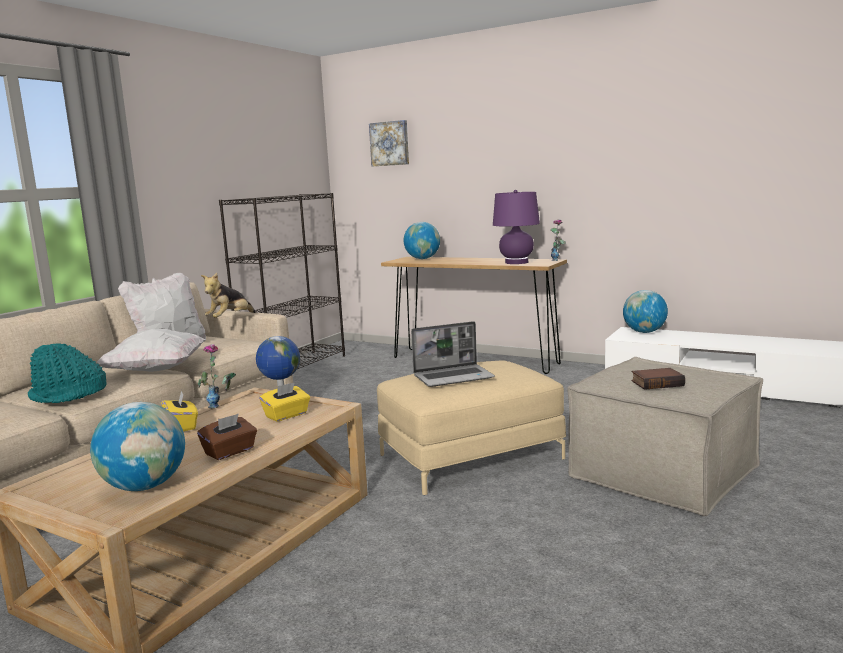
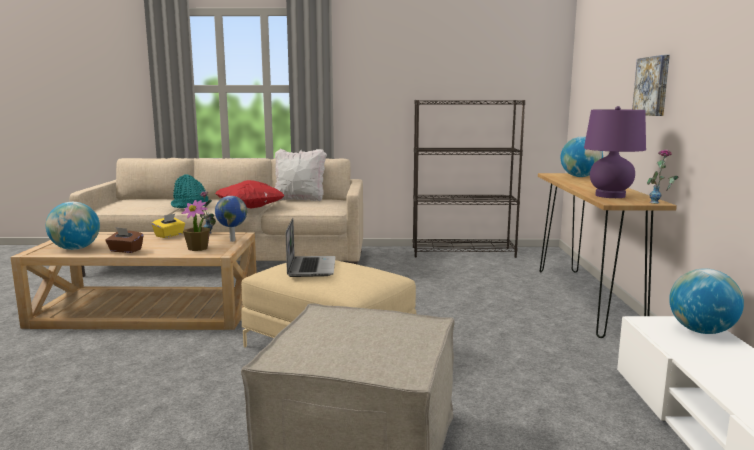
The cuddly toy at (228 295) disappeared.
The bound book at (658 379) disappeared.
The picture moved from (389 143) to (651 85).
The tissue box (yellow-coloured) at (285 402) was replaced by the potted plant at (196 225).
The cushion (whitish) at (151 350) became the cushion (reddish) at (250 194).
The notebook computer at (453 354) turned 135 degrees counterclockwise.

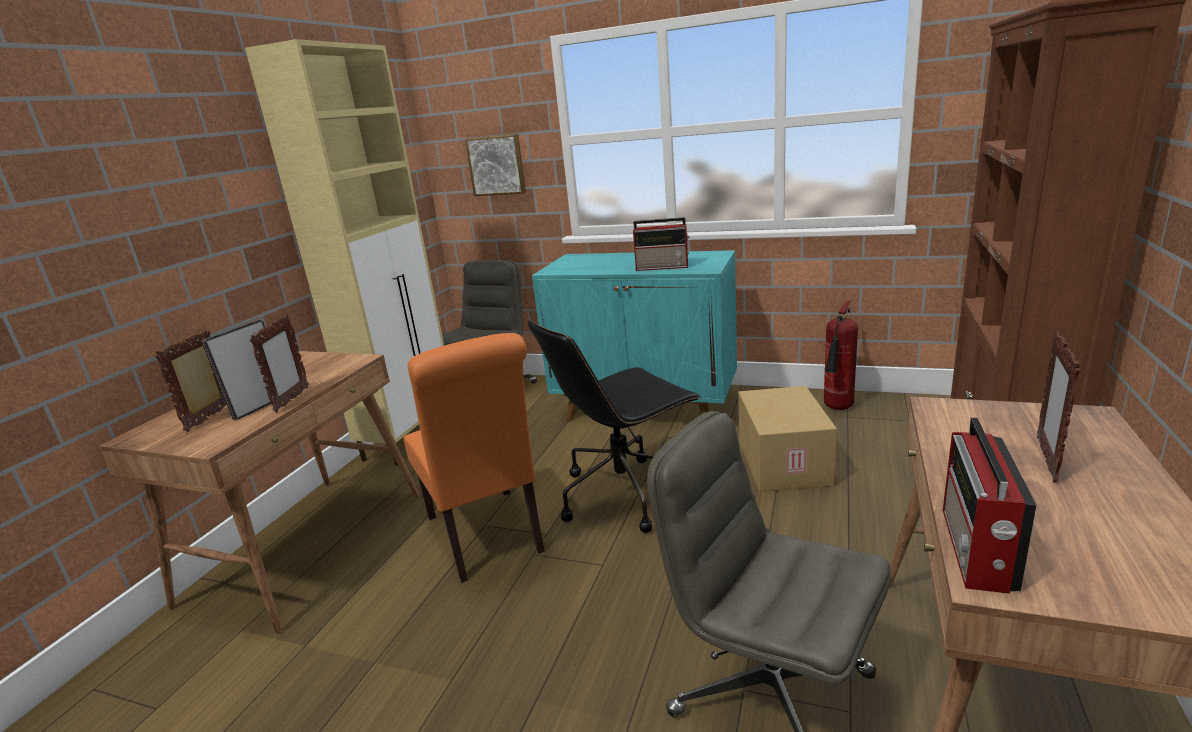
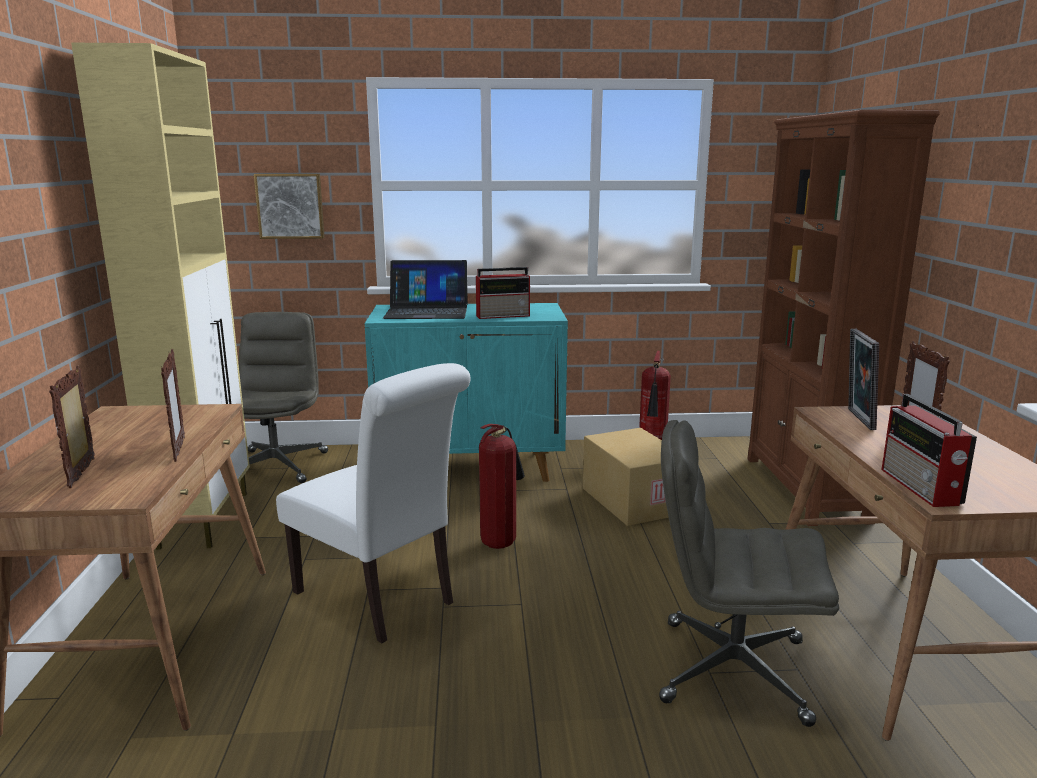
The notebook computer at (425 289) appeared.
The photo frame moved from (237 369) to (863 379).
The computer chair (black) at (614 426) was replaced by the fire-fighting cylinder at (502 486).
The plain chair (orange-coloured) at (474 458) became the plain chair (whitish) at (373 503).

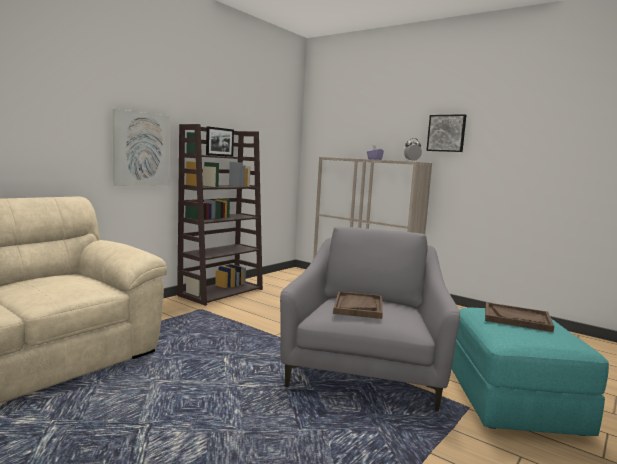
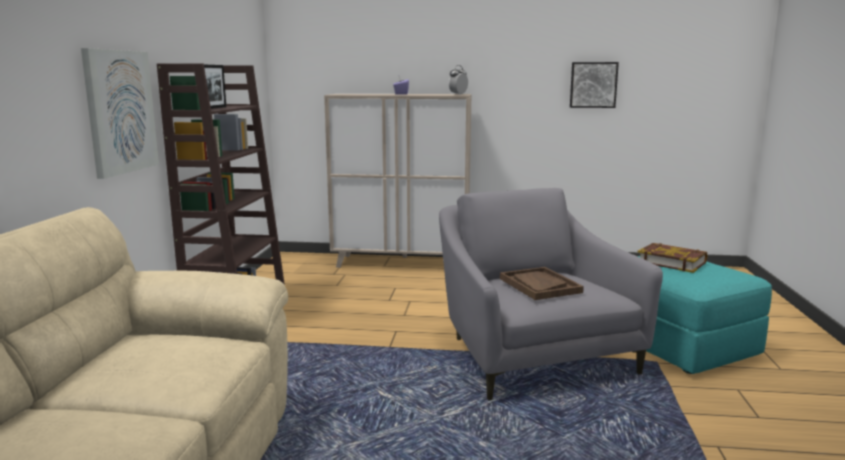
The picture moved from (446 133) to (594 85).
The serving tray (brown) at (519 317) was replaced by the bound book at (672 258).

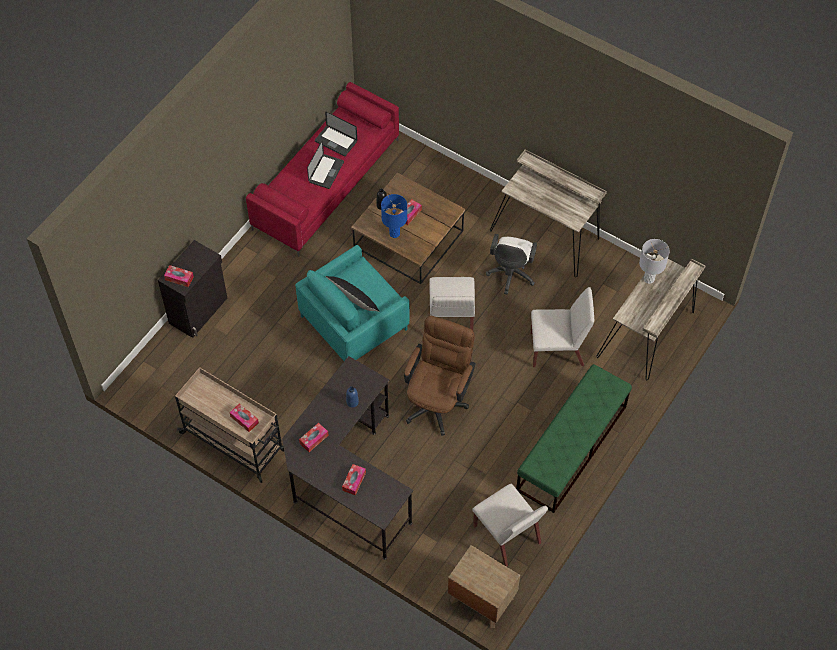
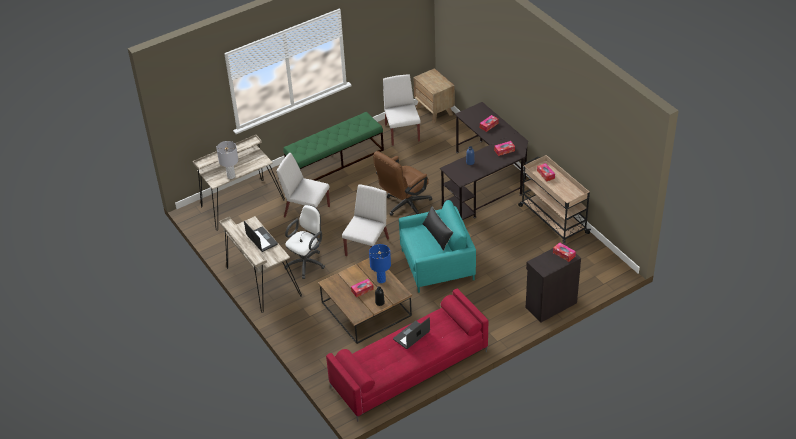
The notebook computer moved from (336 134) to (261 236).

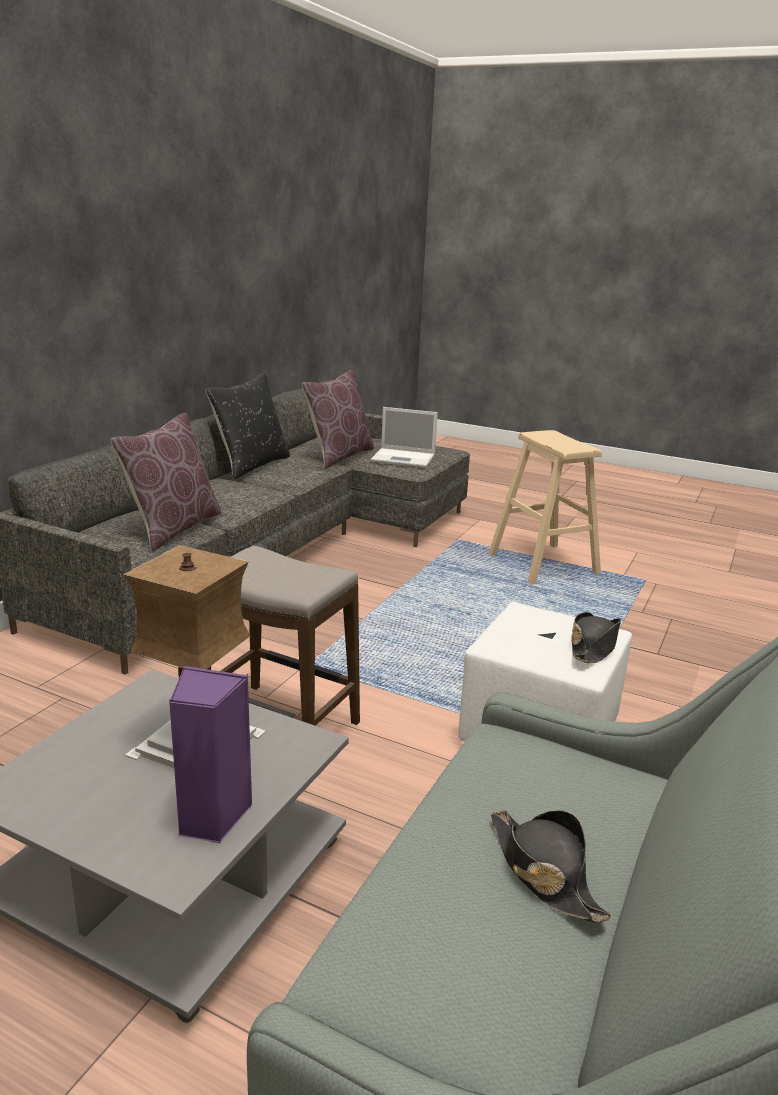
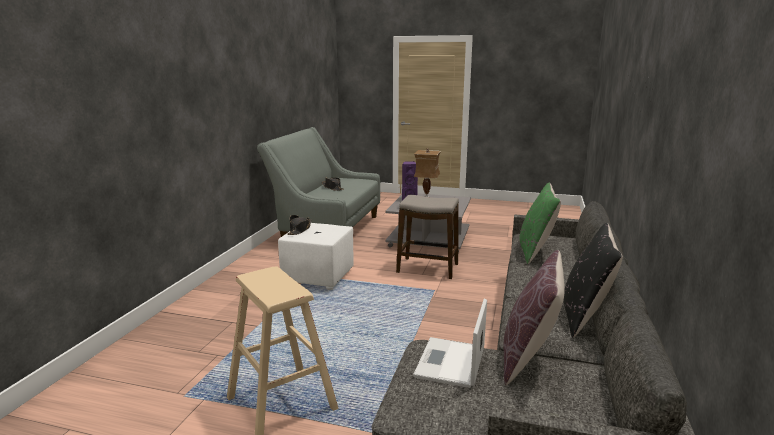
The cushion (brown) at (166 482) became the cushion (green) at (540 223).
The notebook computer at (404 437) turned 75 degrees counterclockwise.

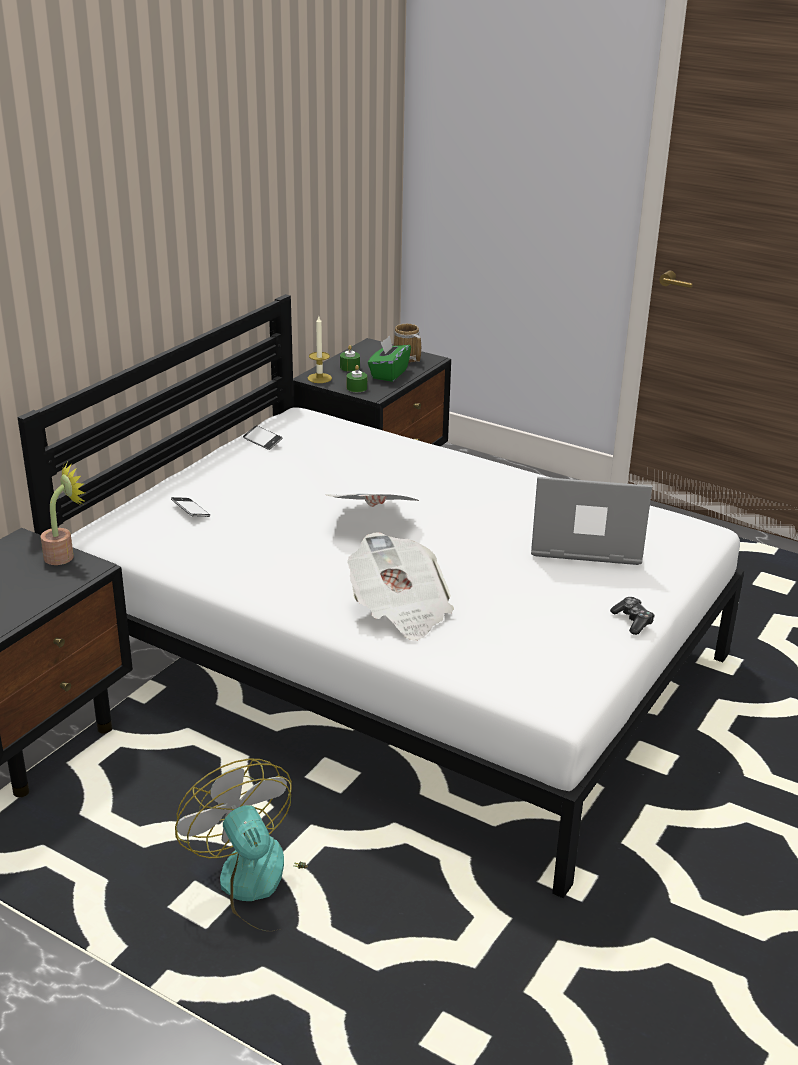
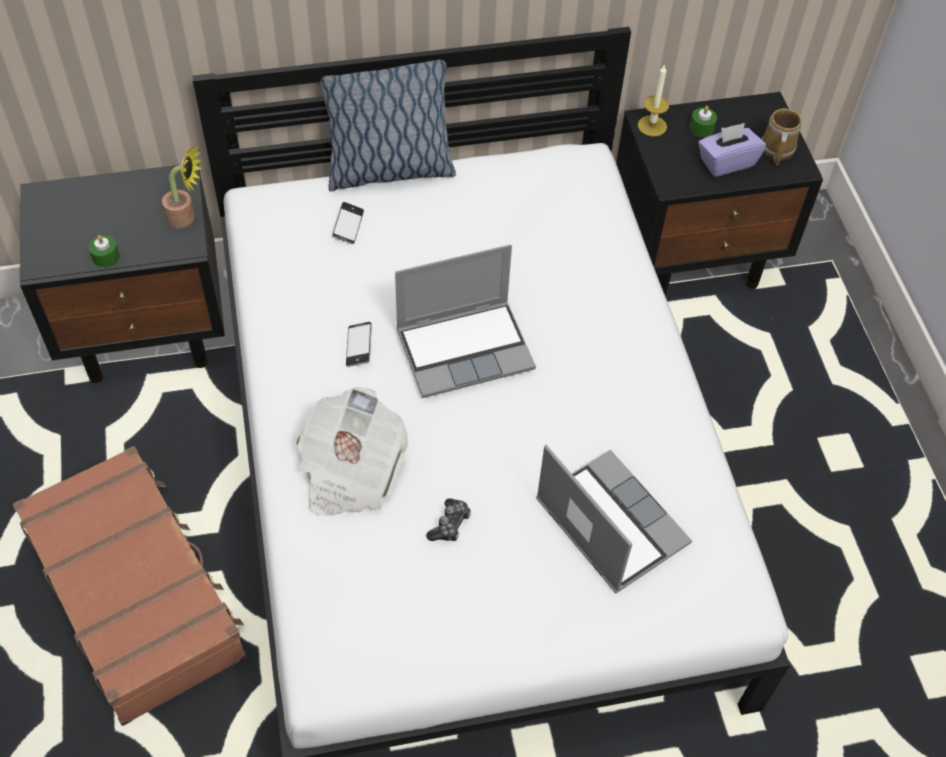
The cushion at (387 125) appeared.
The telephone moved from (262 438) to (359 344).
The wax light (green) moved from (357 378) to (104 251).
The gamepad moved from (632 616) to (448 519).
The fan at (241 845) was replaced by the piece of luggage (brown) at (129 586).
The daily paper at (373 500) was replaced by the notebook computer at (465 321).
The tissue box (green) at (389 359) became the tissue box (purplish) at (732 150).

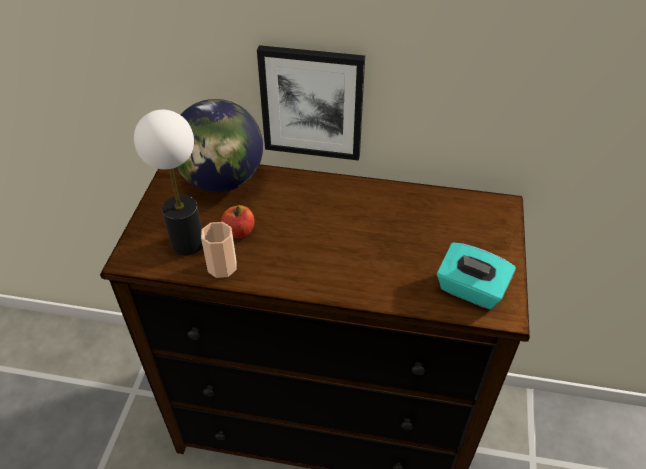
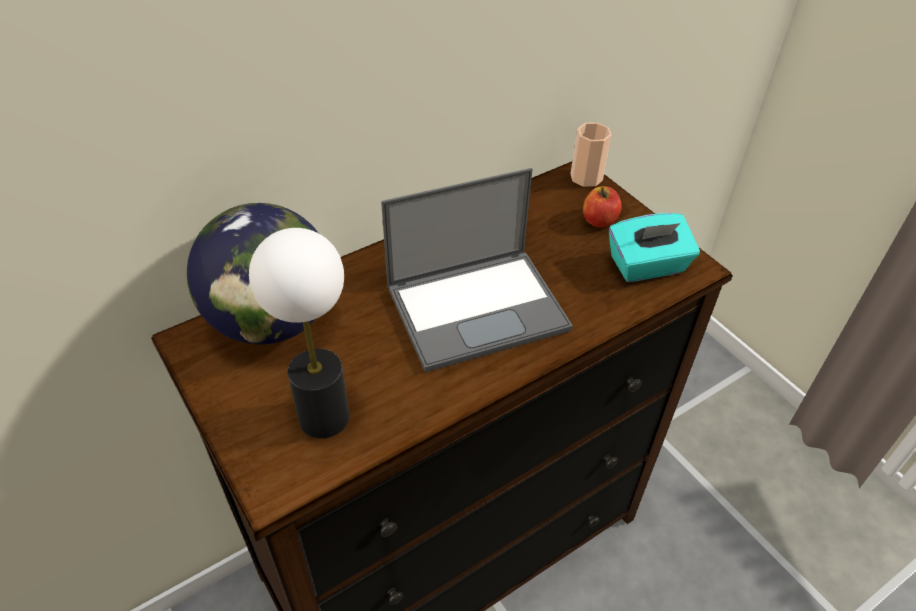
The picture at (311 103) disappeared.
The notebook computer at (477 270) appeared.
The drinking cup moved from (219 250) to (591 154).
The apple moved from (238 221) to (602 207).

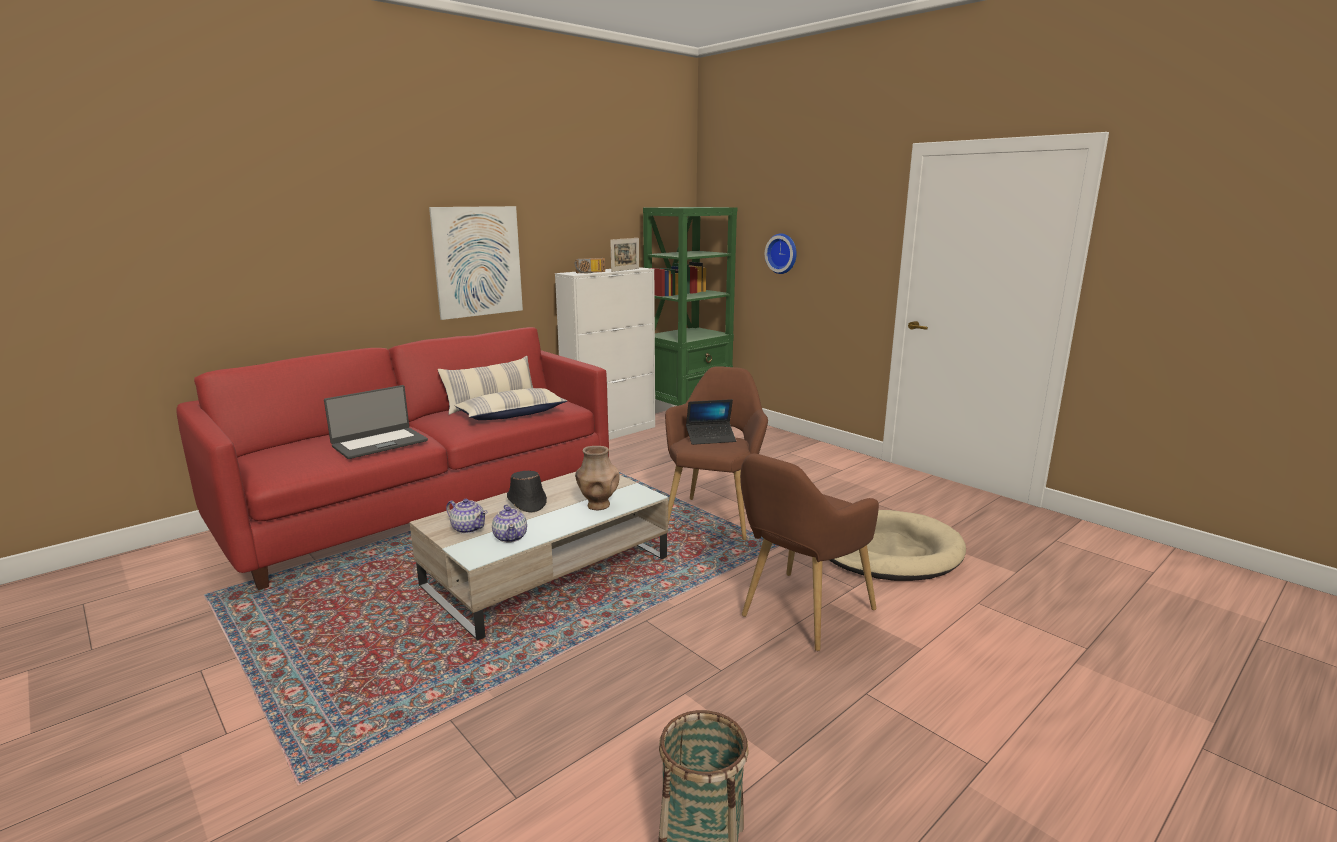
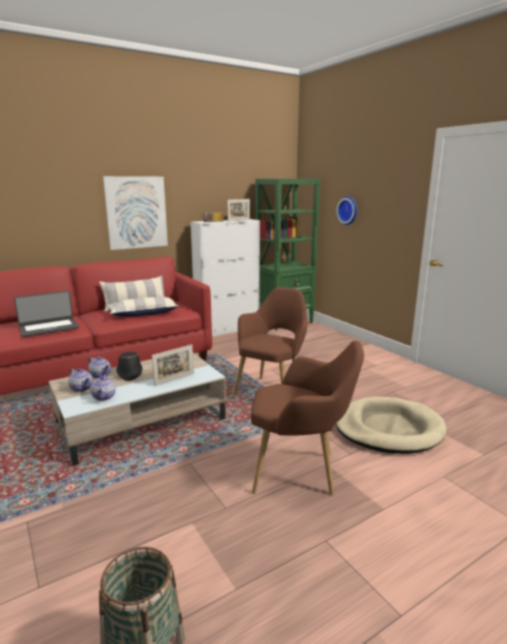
The notebook computer at (711 422) disappeared.
The pot for tea at (99 367) appeared.
The decorative vase (brown) at (597 478) was replaced by the photo frame at (173 365).
The armchair (brown) at (809 552) turned 135 degrees counterclockwise.

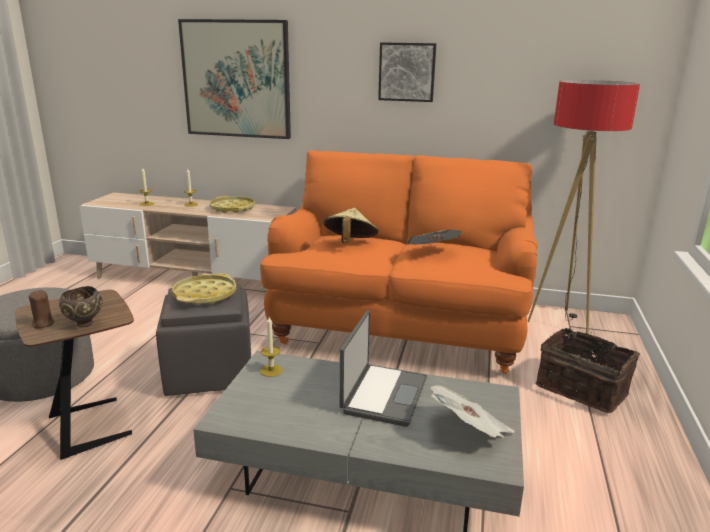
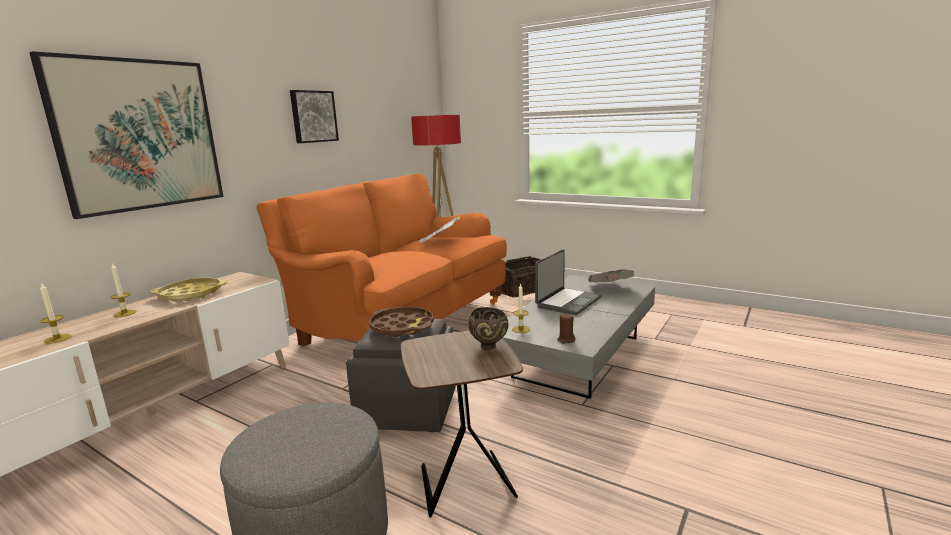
The hat (beige-coloured) at (351 225) disappeared.
The wax light (brown) moved from (41 309) to (566 328).
The serving tray (yellow-coloured) at (204 289) became the serving tray (brown) at (401 322).
The notebook computer at (383 369) turned 90 degrees clockwise.

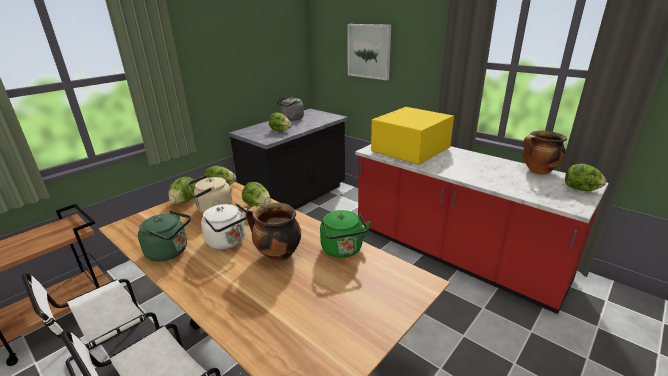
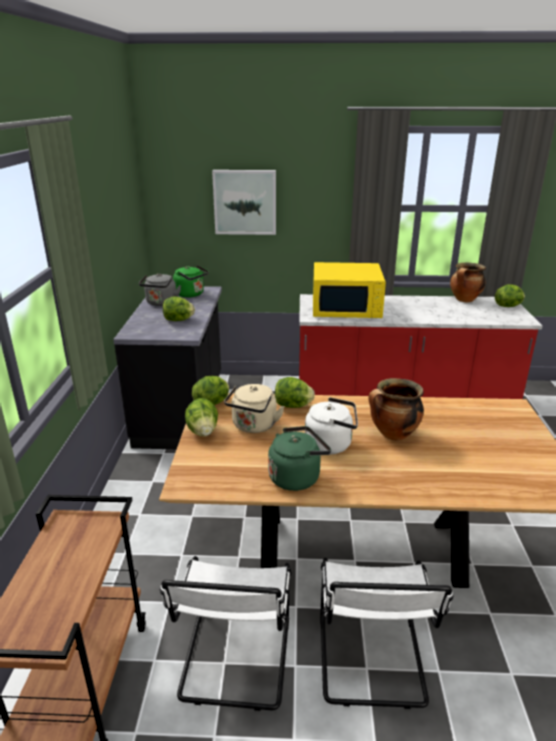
The water kettle (green) moved from (345 234) to (191 281).
The kitchen microwave (yellow-coloured) at (412 136) turned 90 degrees counterclockwise.

